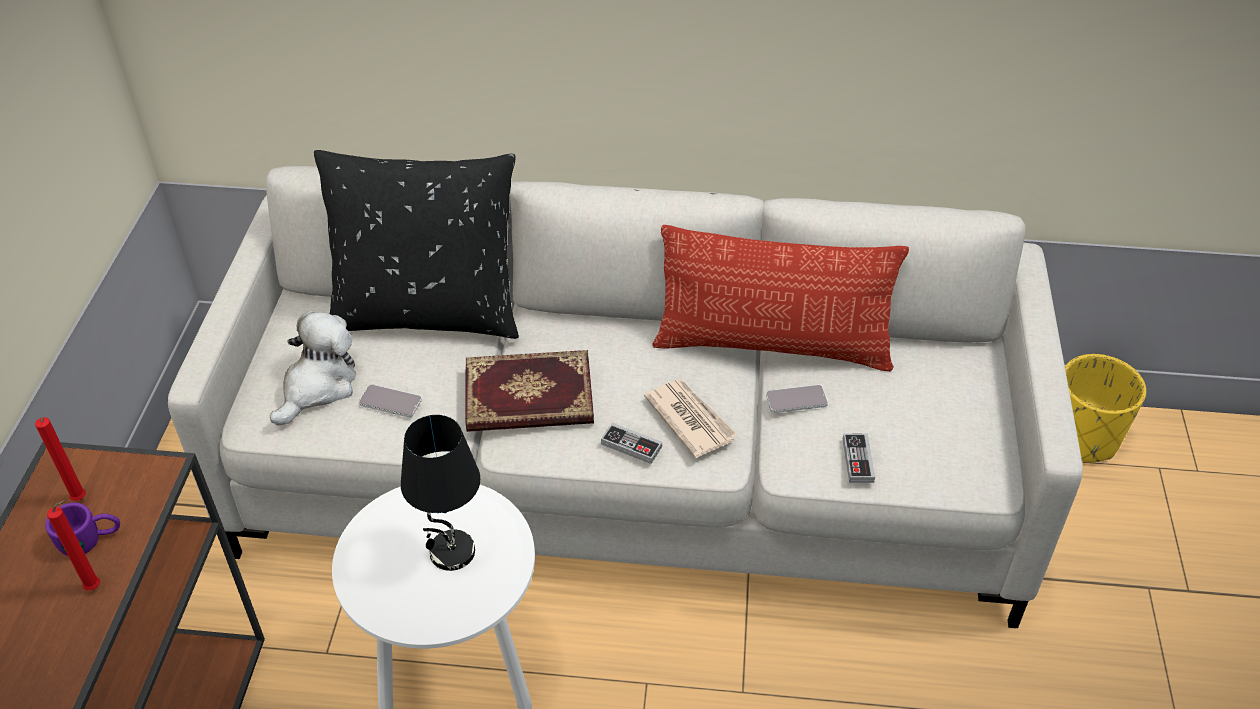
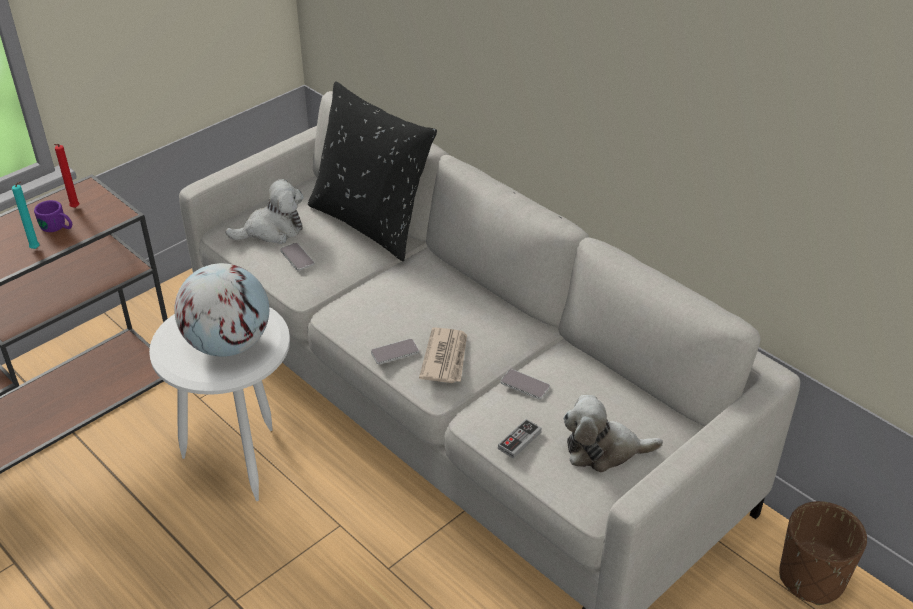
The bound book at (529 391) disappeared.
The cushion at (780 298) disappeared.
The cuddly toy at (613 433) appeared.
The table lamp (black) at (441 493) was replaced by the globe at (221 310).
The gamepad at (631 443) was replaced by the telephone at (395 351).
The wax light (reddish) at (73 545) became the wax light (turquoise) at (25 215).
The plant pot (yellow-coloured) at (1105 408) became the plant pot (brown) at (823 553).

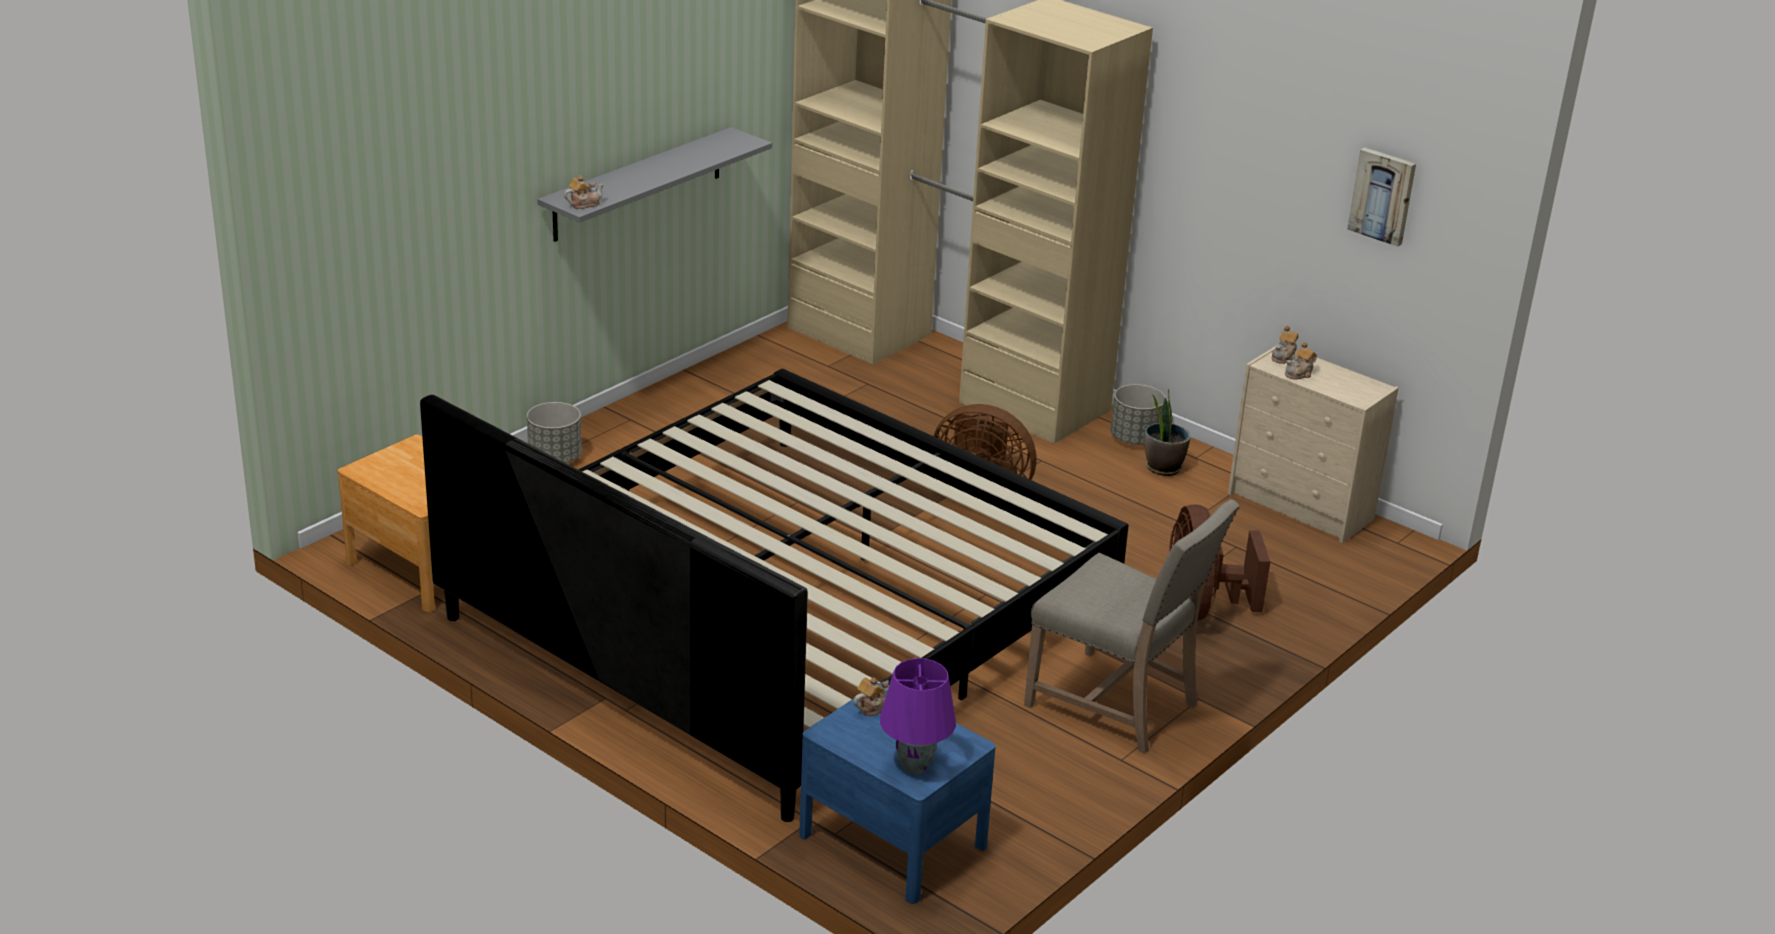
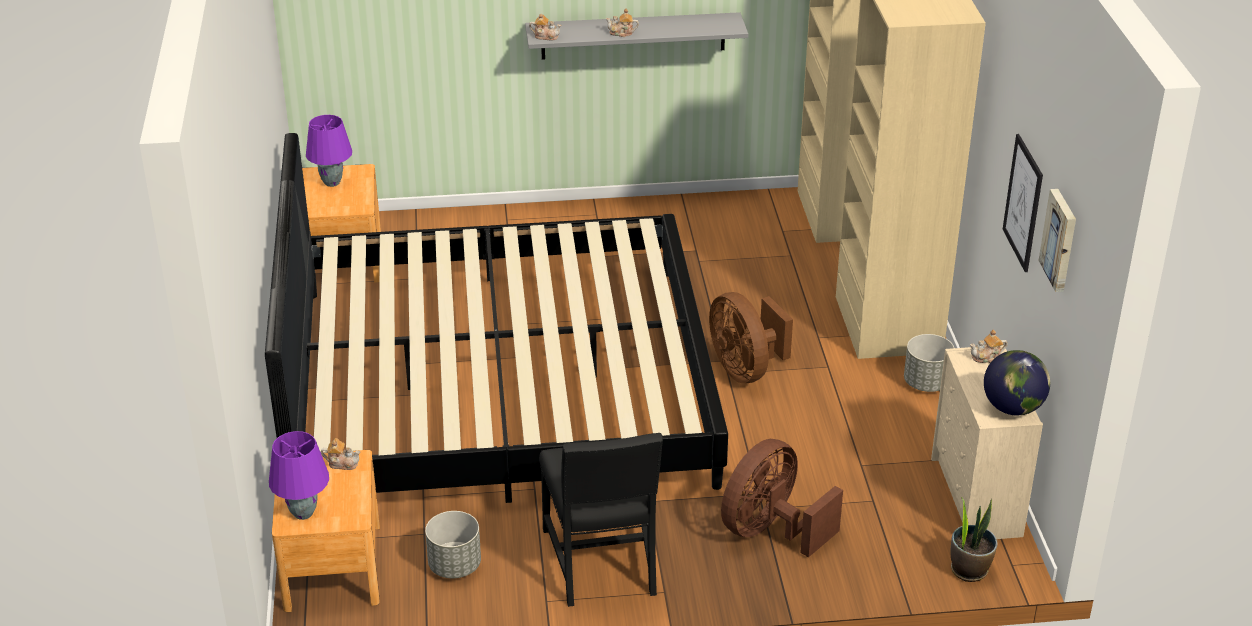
The table lamp (purplish) at (329 151) appeared.
The globe at (1017 382) appeared.
The picture at (1023 203) appeared.
The plant pot (gray) moved from (554 432) to (453 544).
The potted plant moved from (1168 432) to (974 539).
The pot for tea moved from (1301 360) to (622 22).
The night table (blue-coloured) at (897 793) became the night table (brown) at (326 531).
The plain chair (beige-coloured) at (1132 626) became the plain chair (black) at (601 520).

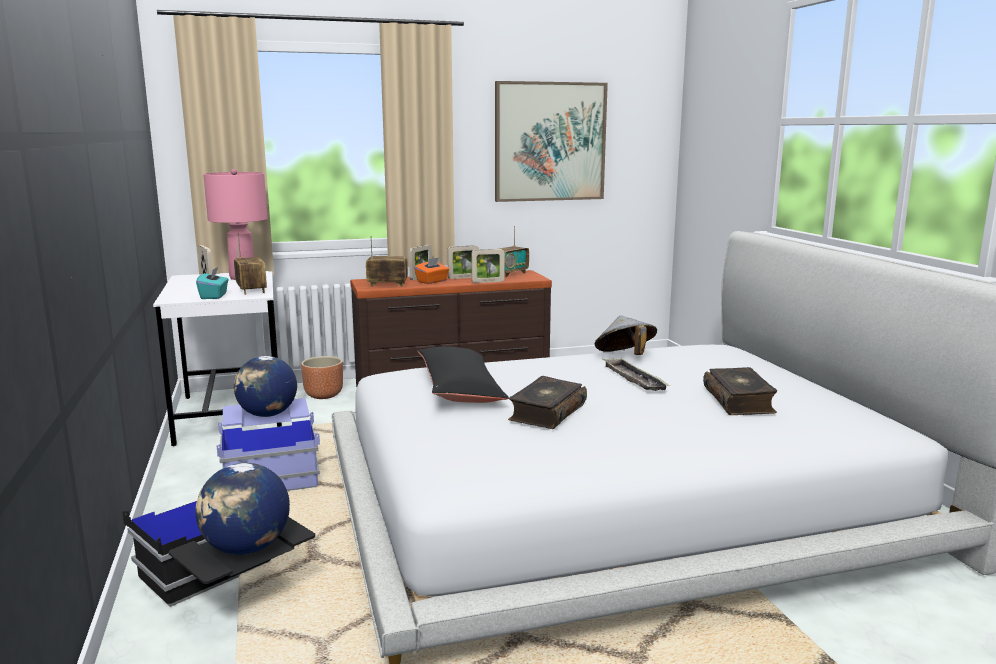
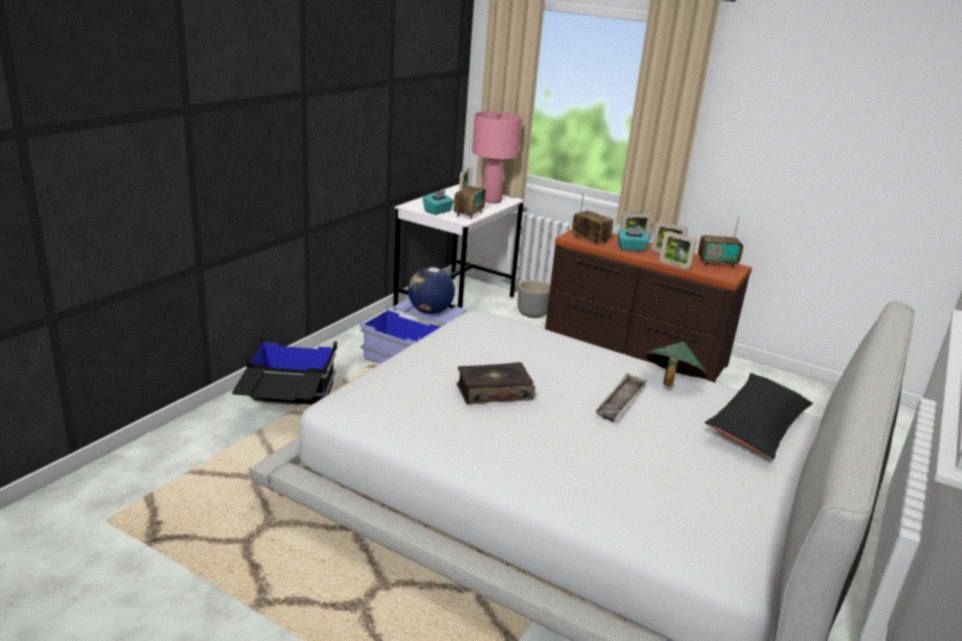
The globe at (242 509) disappeared.
The picture at (551 141) disappeared.
The bound book at (740 391) disappeared.
The cushion (black) moved from (463 374) to (759 416).
The plant pot (brown) at (322 377) became the plant pot (gray) at (533 299).
The tissue box (orange-coloured) at (432 271) became the tissue box (turquoise) at (633 239).
The hat (gray) at (626 335) became the hat (green) at (677 364).

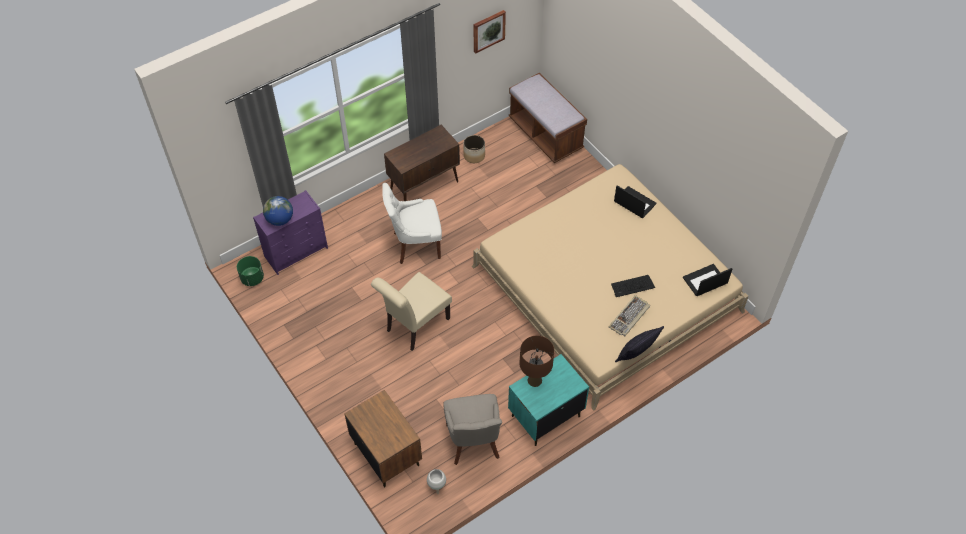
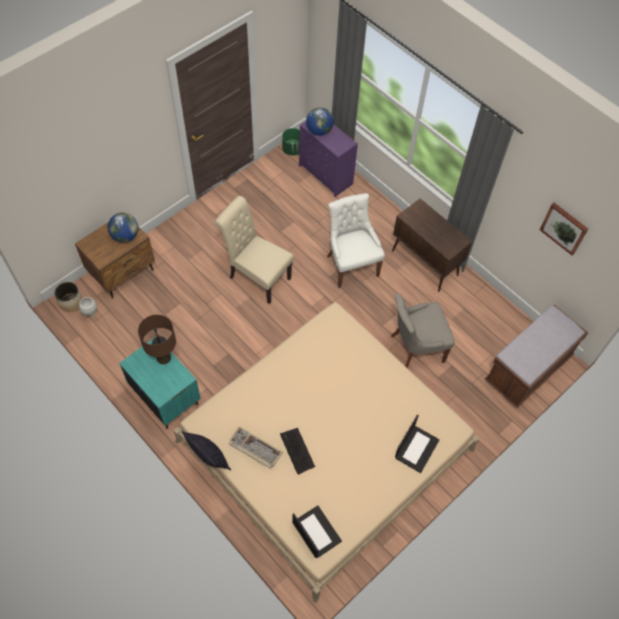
The globe at (123 228) appeared.
The plain chair (gray) moved from (472 429) to (423 330).
The plant pot moved from (474 149) to (68 297).

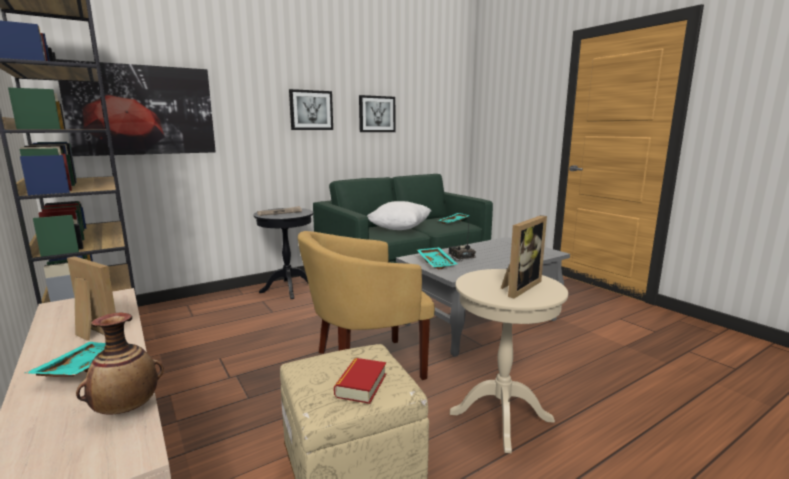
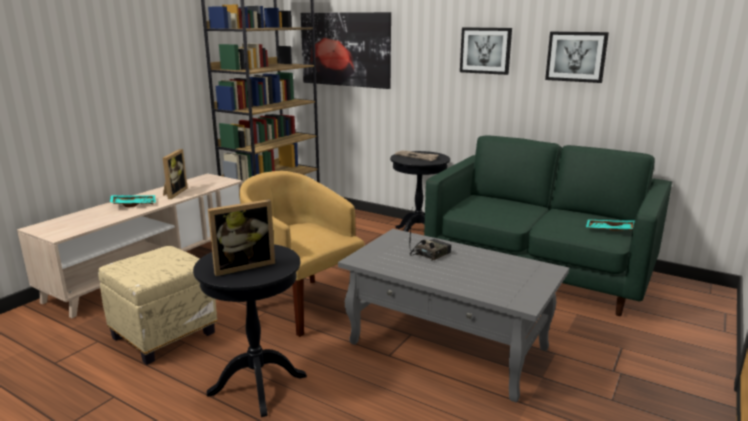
The decorative vase at (120 364) disappeared.
The bound book at (360 381) disappeared.
The cushion (whitish) at (399 215) disappeared.
The serving tray (turquoise) at (437 258) disappeared.
The side table (beige-coloured) at (509 361) became the side table (black) at (250 330).
The photo frame at (524 257) turned 45 degrees counterclockwise.

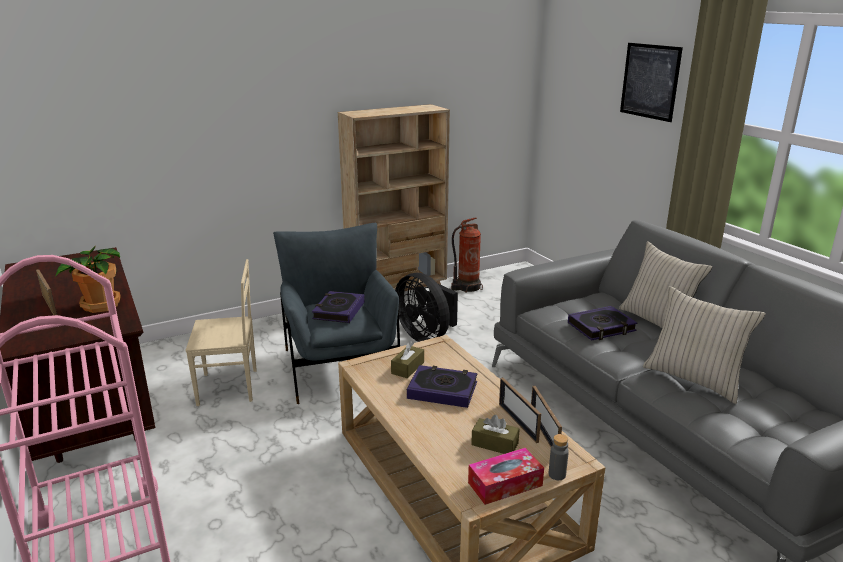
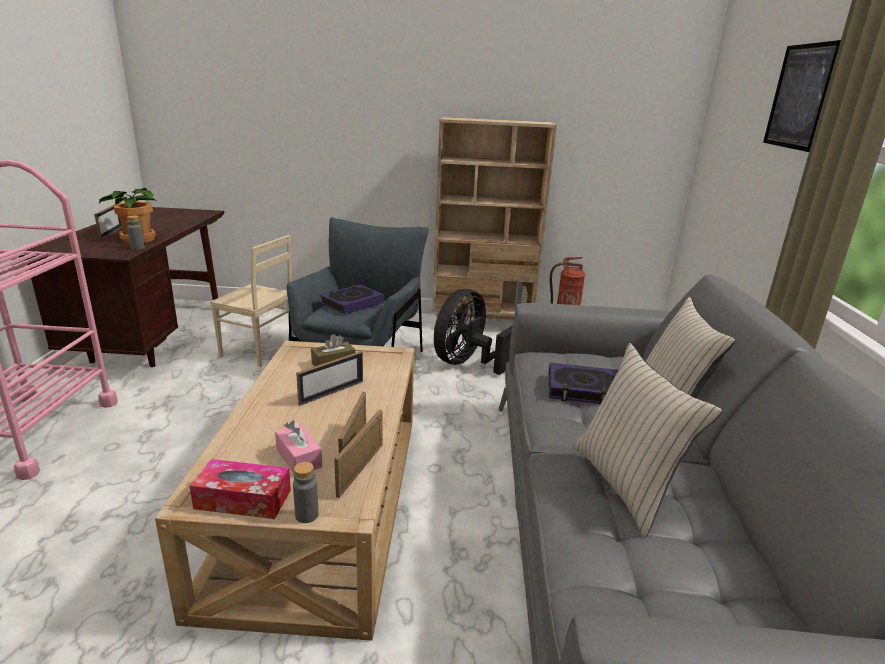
The beverage bottle (gray) at (136 233) appeared.
The bound book at (442 386) was replaced by the photo frame at (329 378).
The tissue box (brown) at (495 434) became the tissue box (pinkish) at (298 447).
The fan (black) at (426 307) turned 45 degrees clockwise.

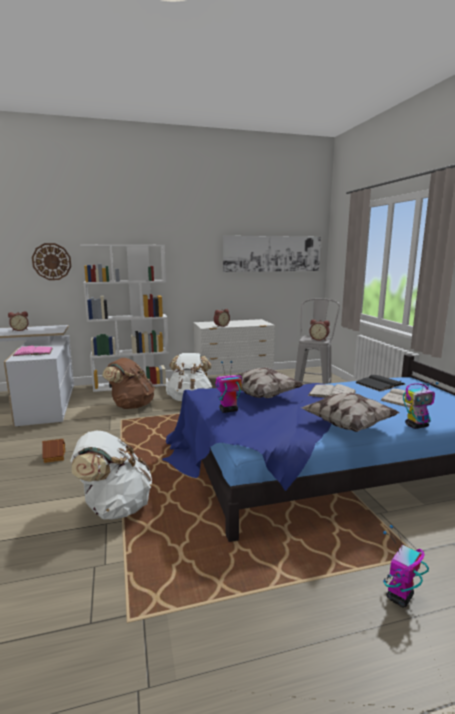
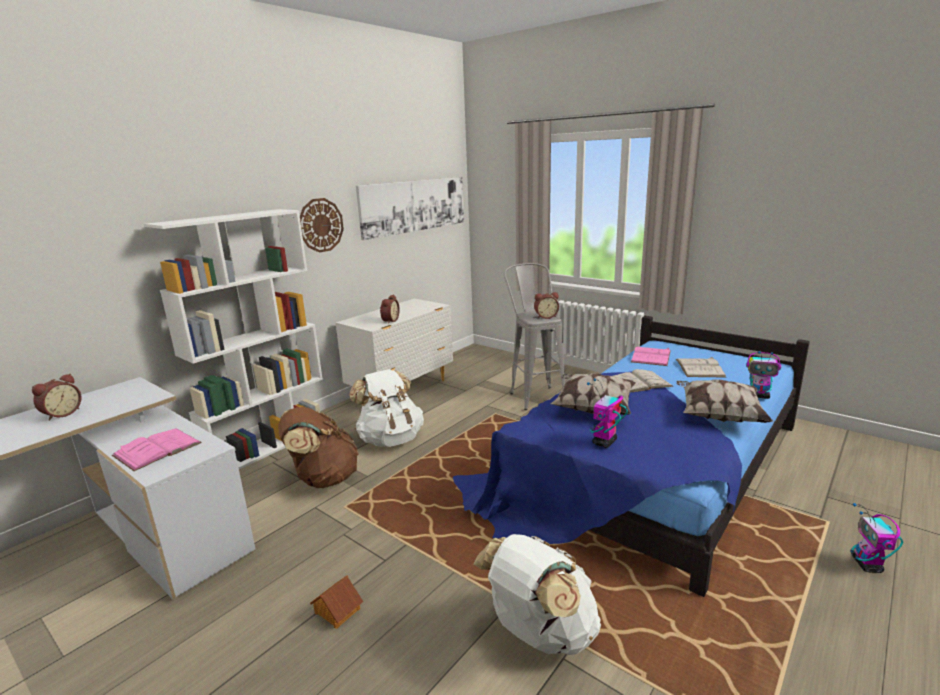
The wall clock moved from (51 261) to (322 225).
The bound book (black) at (381 383) became the bound book (pinkish) at (651 356).
The model robot at (421 405) turned 75 degrees clockwise.

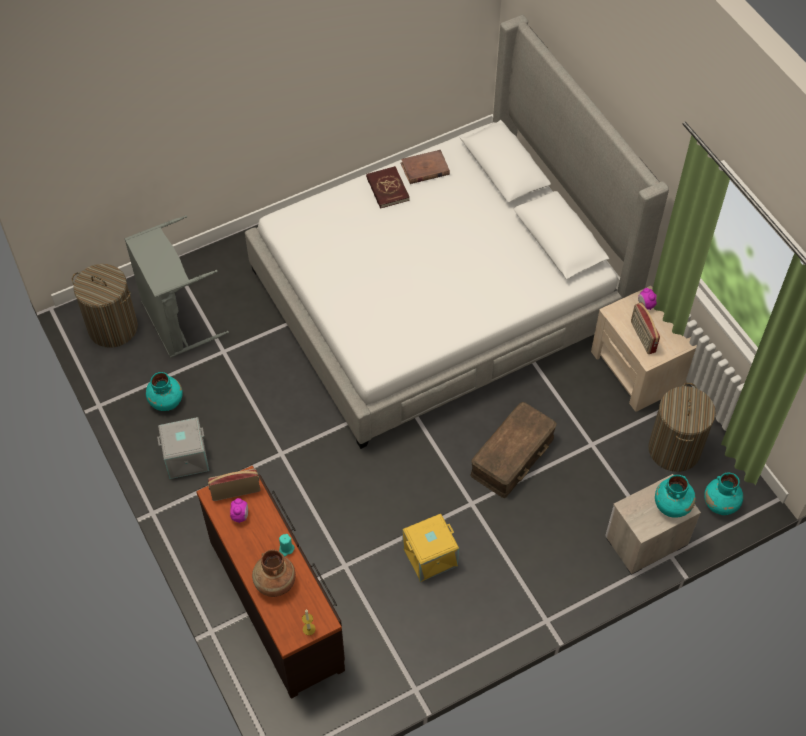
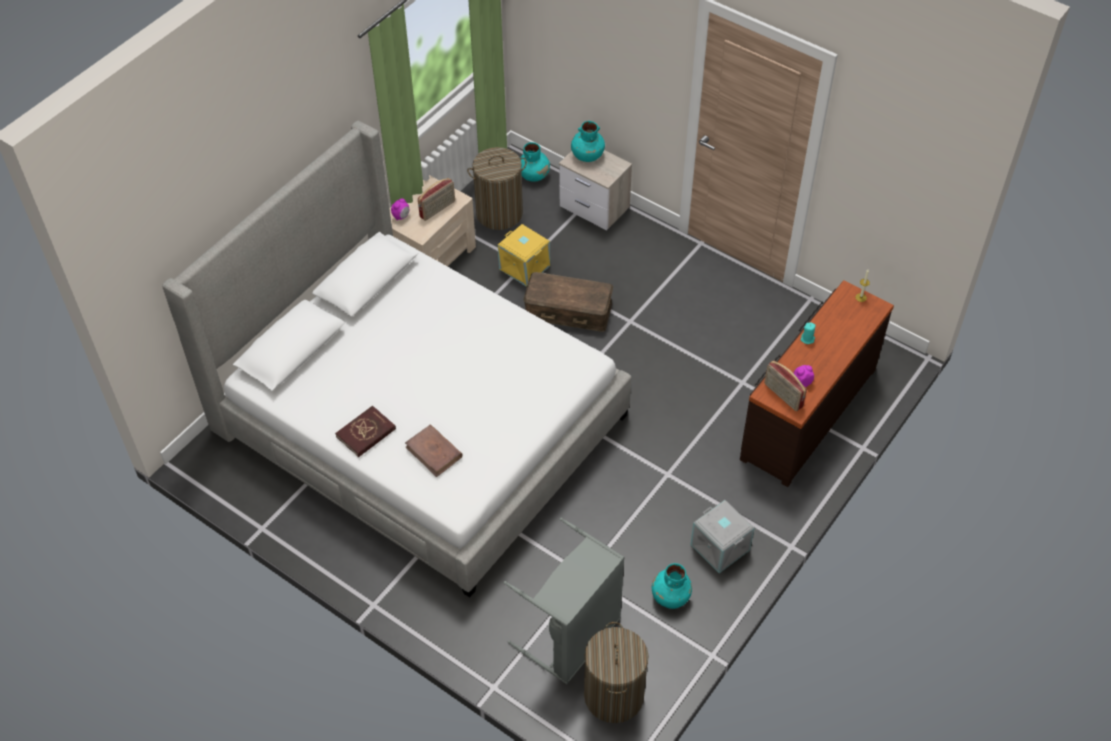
The decorative vase (brown) at (274 573) disappeared.
The bound book (brown) moved from (425 167) to (434 451).
The storage box (yellow-coloured) moved from (431 548) to (524 255).

